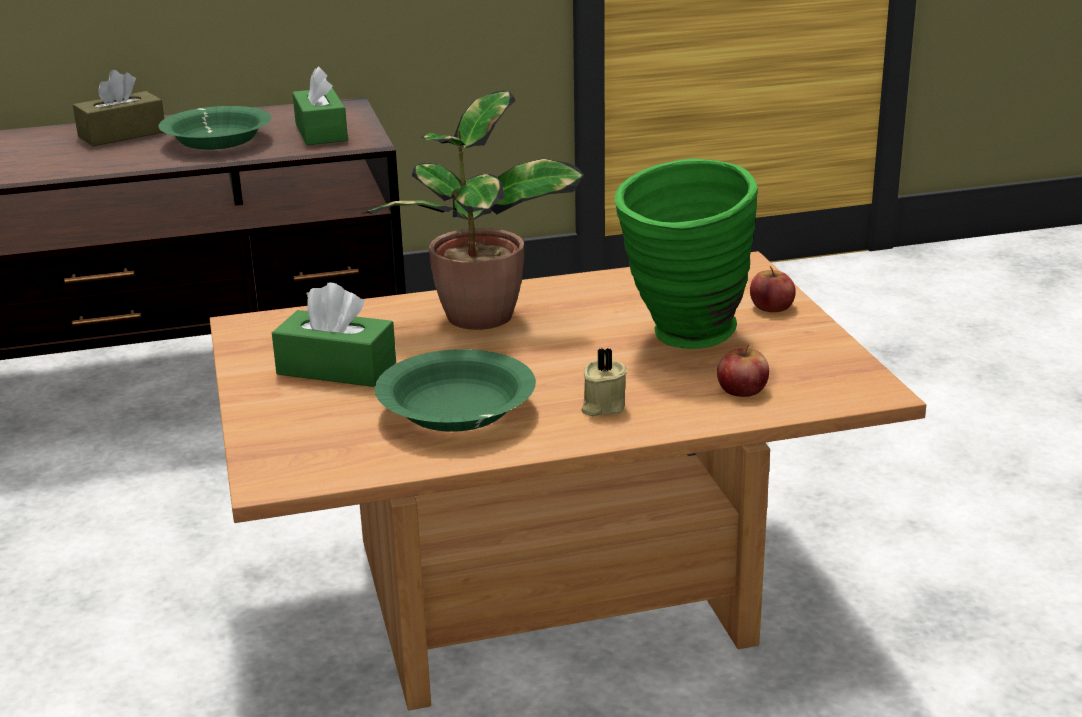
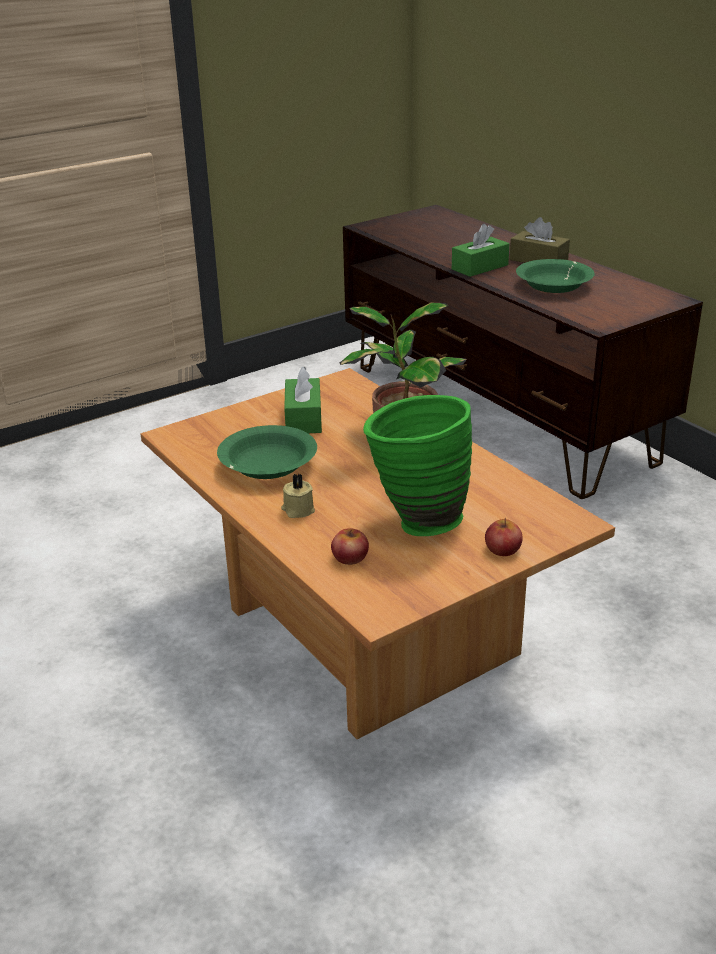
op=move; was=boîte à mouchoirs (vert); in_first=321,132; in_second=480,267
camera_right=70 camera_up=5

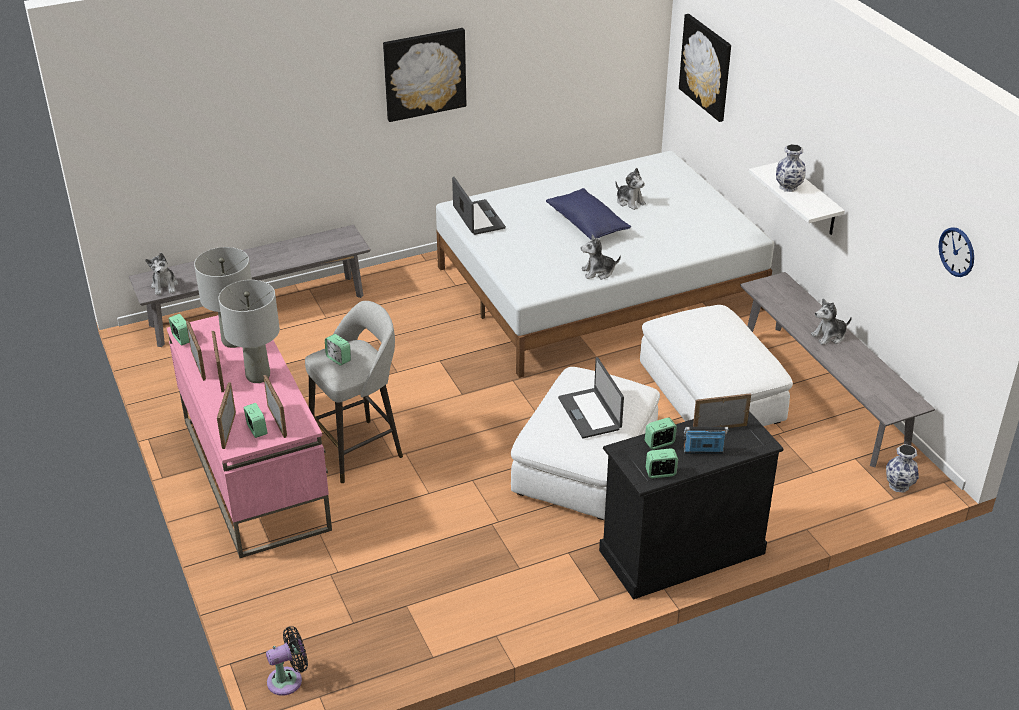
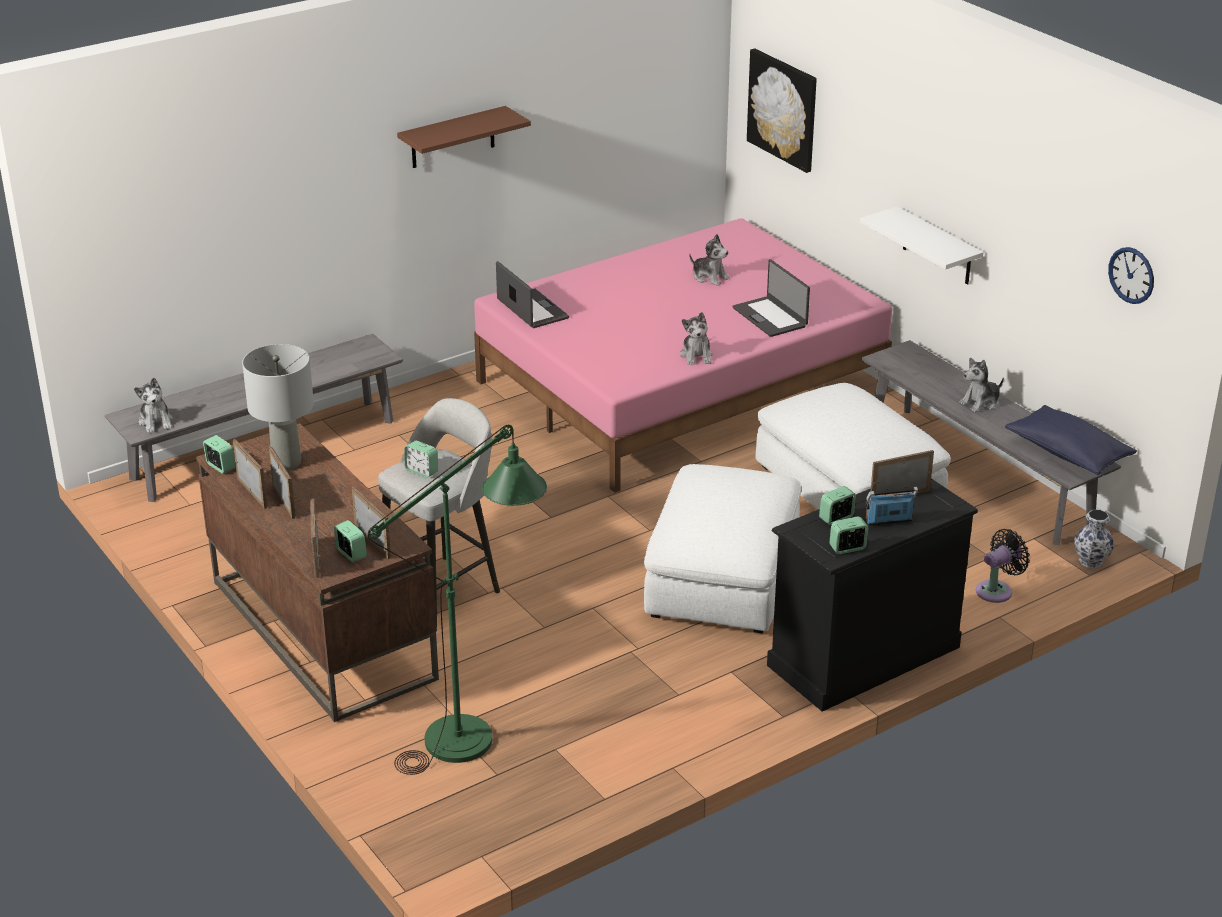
op=recolor; was=bureau (rose); now=bureau (marron); in_first=255,474; in_second=322,629
op=insert; now=lampadaire (vert); in_second=475,732
op=replace; was=tableau; now=étagère (marron); in_first=424,74; in_second=452,138
op=recolor; was=lit (blanc); now=lit (rose); in_first=599,287; in_second=681,386
op=rotate; was=peluche; in_first=598,272; in_second=696,355; clockwise=-75
op=move; was=ordinateur portable; in_first=590,413; in_second=770,317
op=move; was=ventilateur (noir); in_first=288,680; in_second=997,590
op=move; was=coussin (bleu); in_first=587,225; in_second=1068,454
op=delete; was=lampe de table (gris); in_first=258,376
op=delete; was=vase; in_first=788,187
camera_right=-10 camera_up=-5

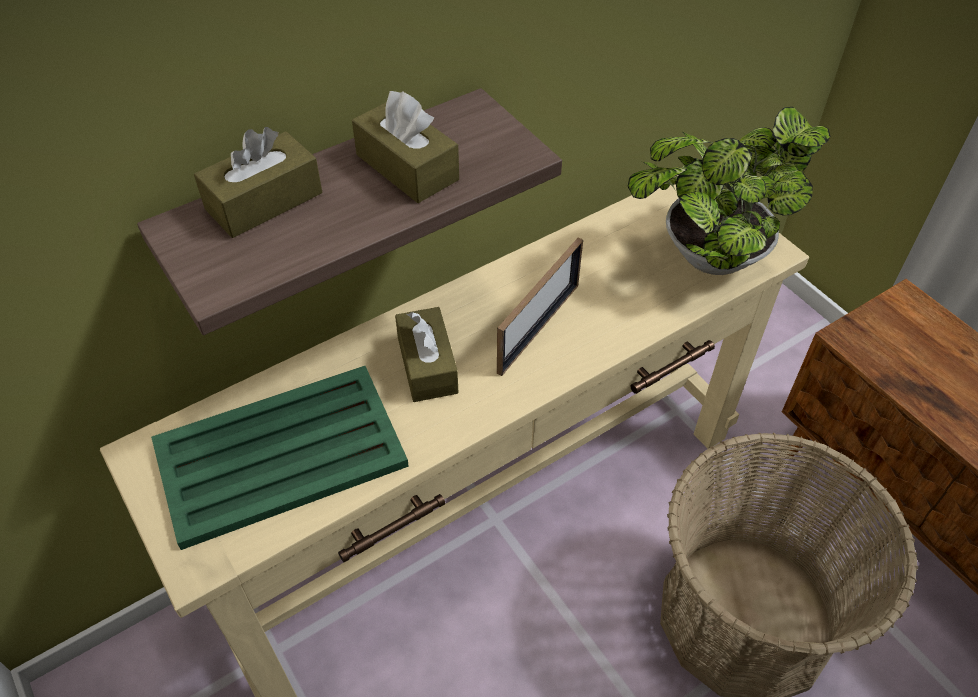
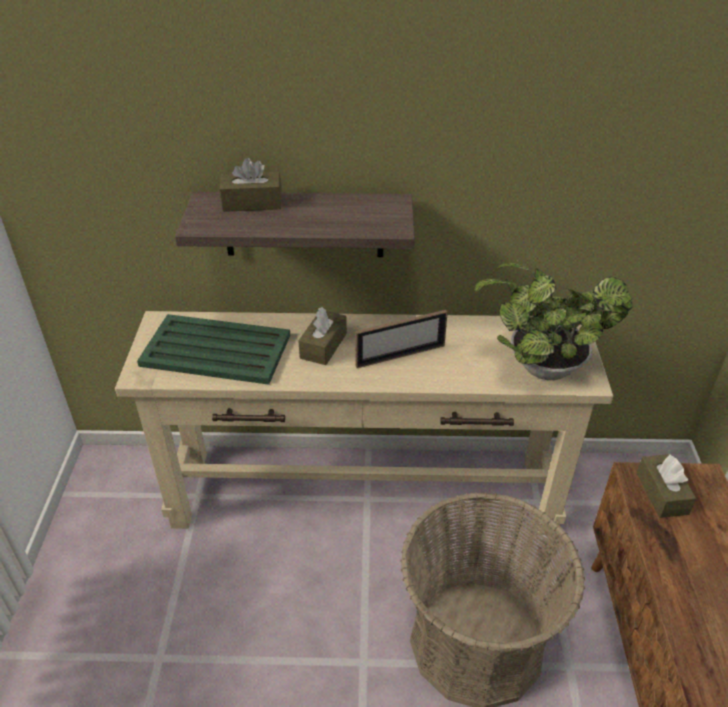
op=move; was=boîte à mouchoirs (marron); in_first=407,167; in_second=661,493
camera_right=35 camera_up=-10

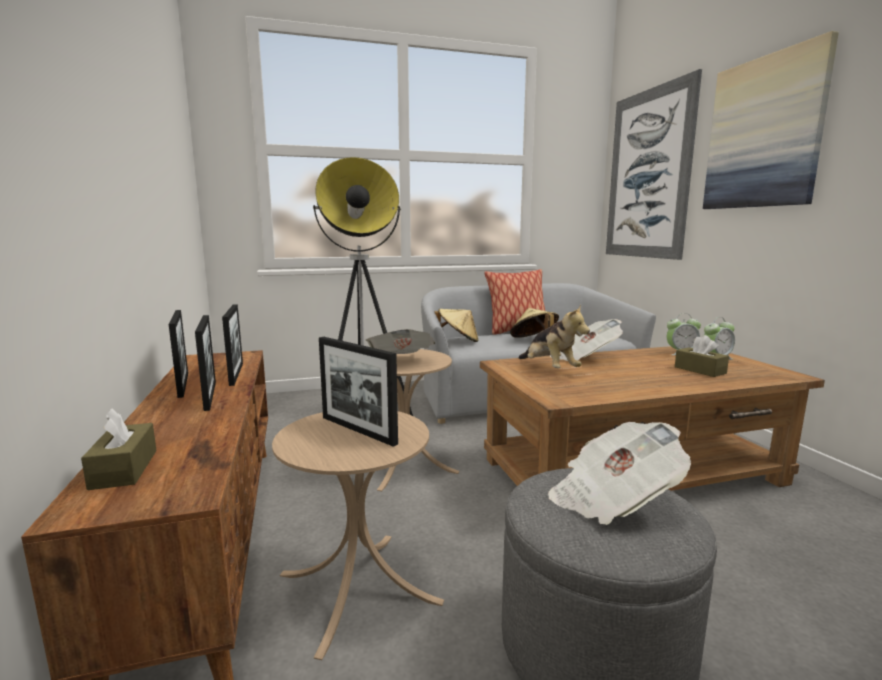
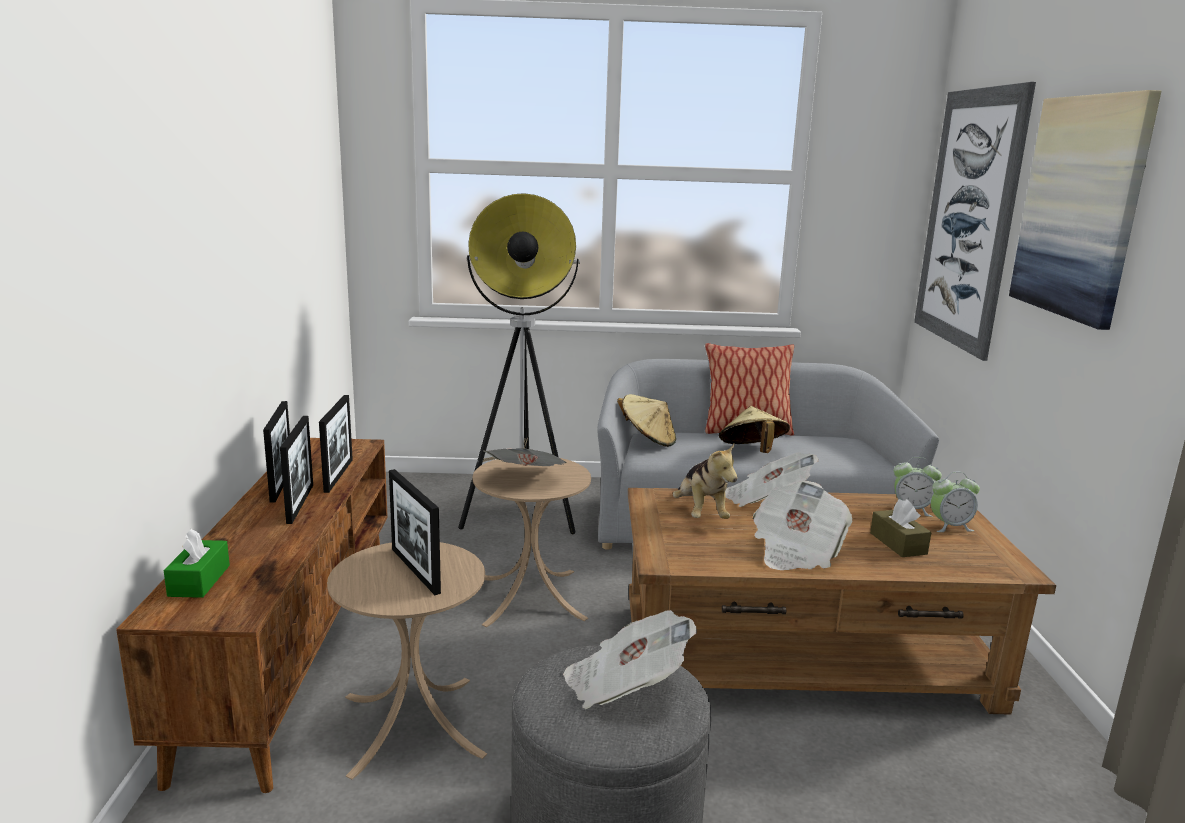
op=recolor; was=boîte à mouchoirs (marron); now=boîte à mouchoirs (vert); in_first=124,469; in_second=199,580
op=insert; now=journal; in_second=796,551
camera_right=15 camera_up=5

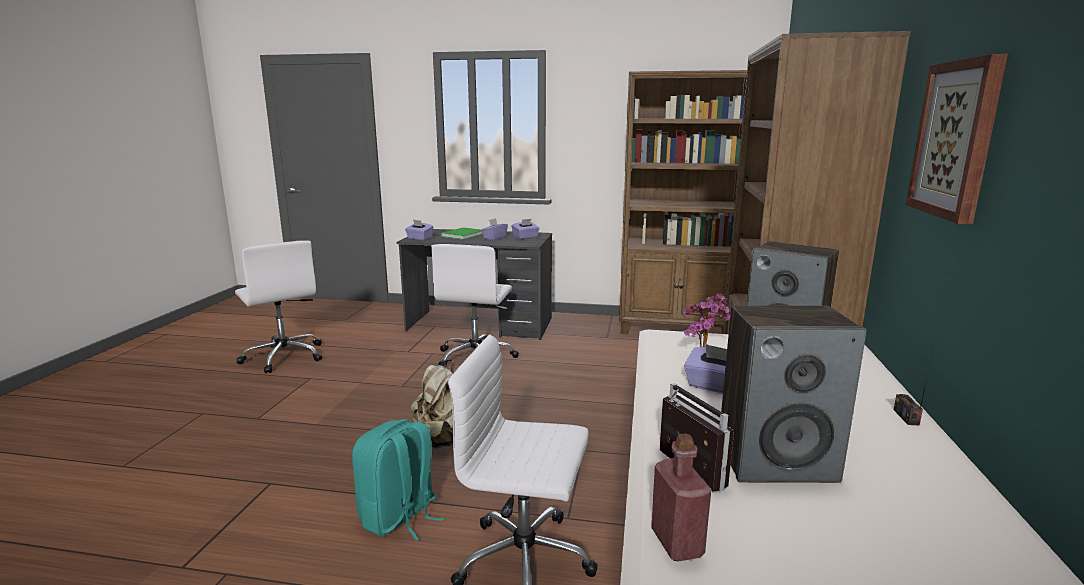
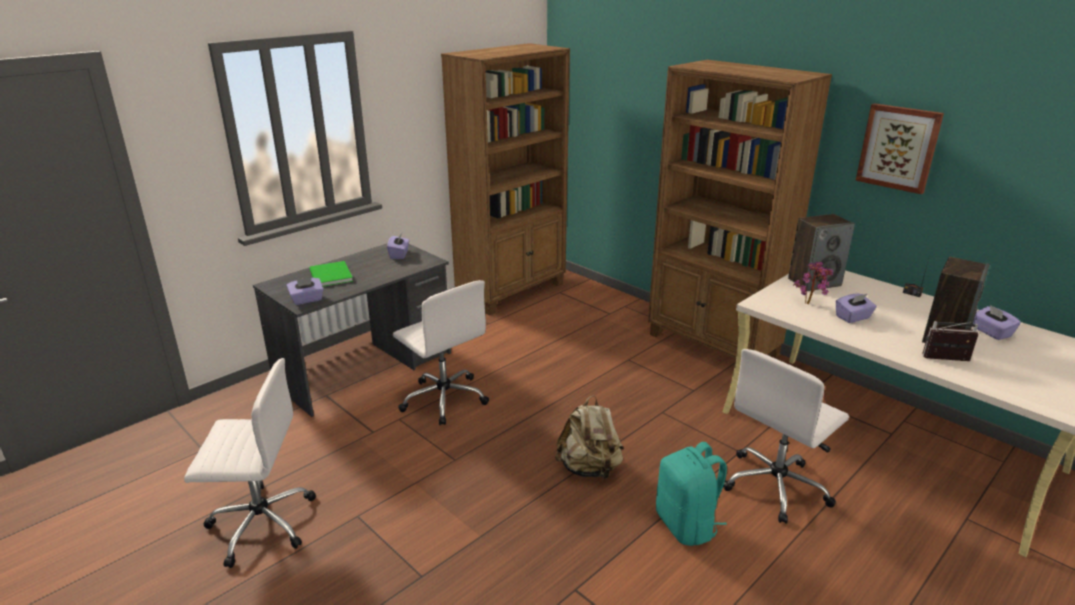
op=move; was=boîte à mouchoirs (violet); in_first=494,238; in_second=991,332
op=delete; was=bouteille (rouge); in_first=677,543
camera_right=-55 camera_up=10

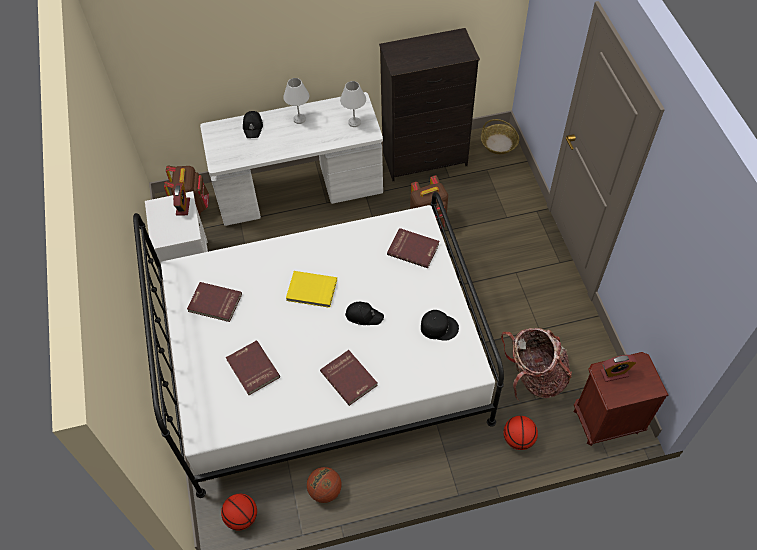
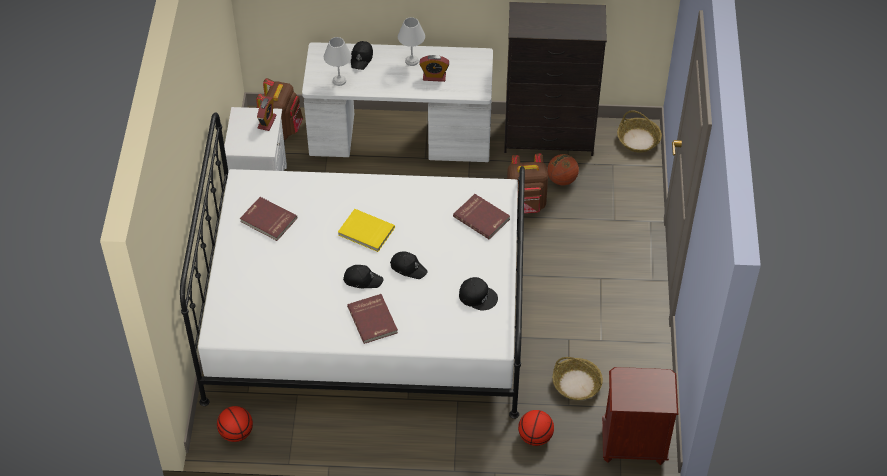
op=move; was=lampe de table (blanc); in_first=353,122; in_second=338,81
op=insert; now=casquette (noir); in_second=362,279
op=move; was=réveil; in_first=614,373; in_second=434,77
op=move; was=ballon de basket; in_first=325,490; in_second=562,180
op=replace; was=sac à dos; now=panier; in_first=534,377; in_second=576,384
op=delete; was=livre (rouge); in_first=252,369
camera_right=15 camera_up=-5

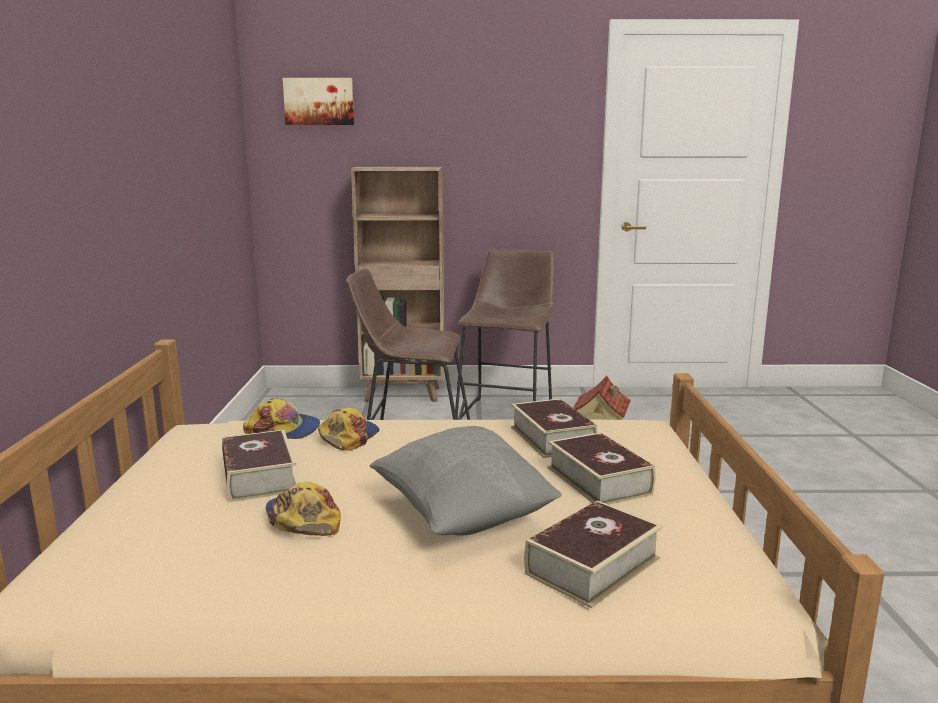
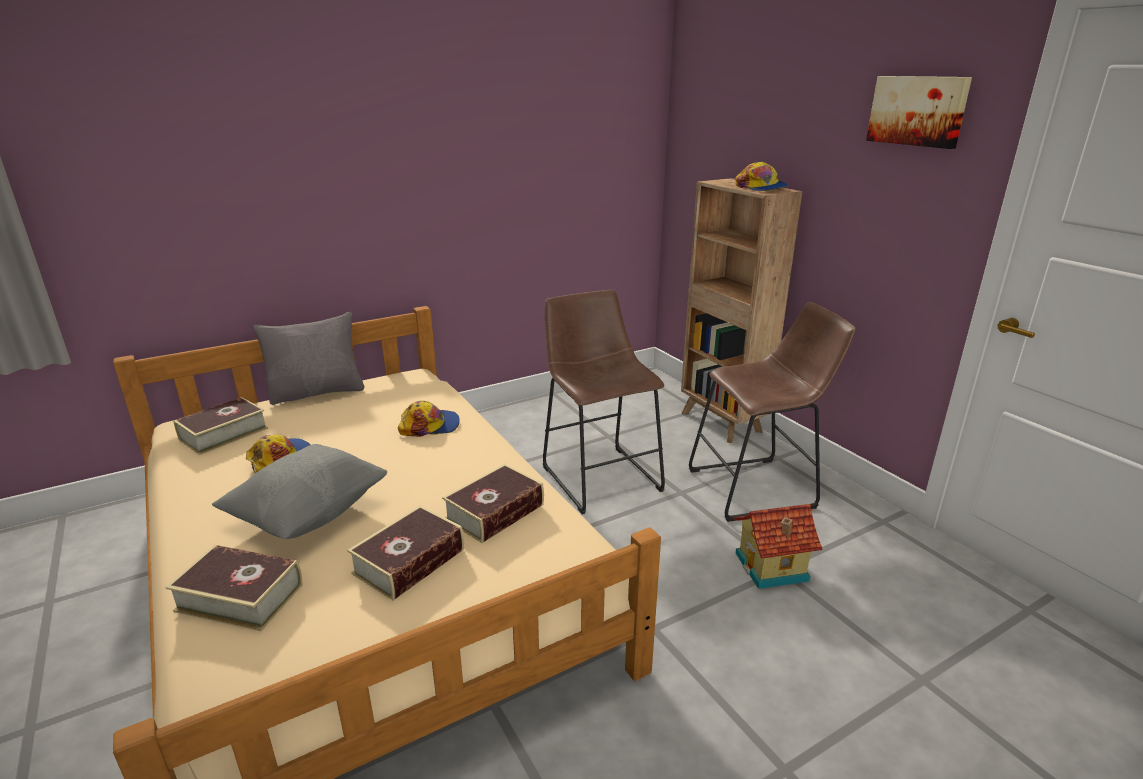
op=move; was=livre; in_first=259,477; in_second=223,434
op=insert; now=coussin (gris); in_second=318,392
op=move; was=casquette; in_first=284,430; in_second=761,188
op=move; was=tableau; in_first=319,101; in_second=918,111
camera_right=60 camera_up=10

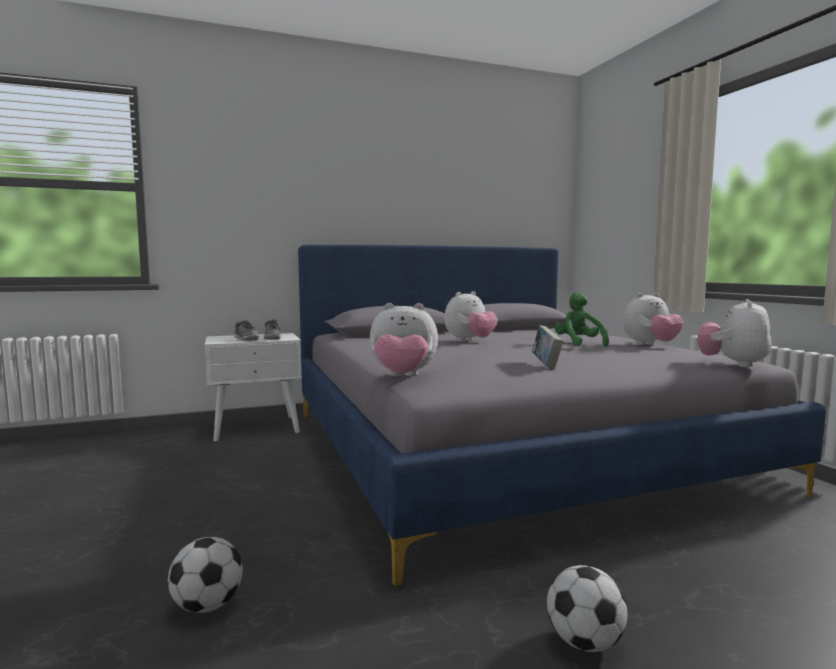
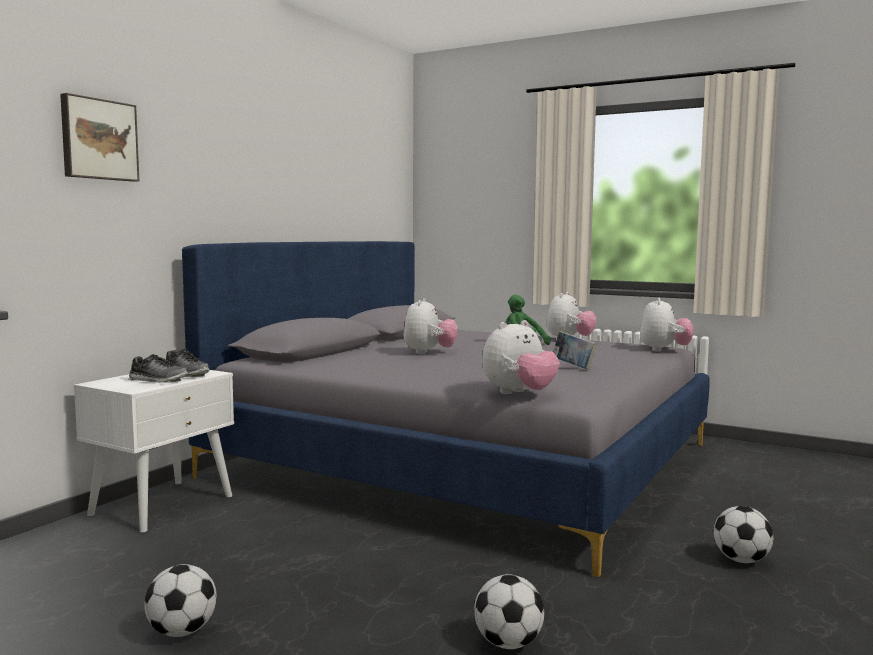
op=insert; now=tableau; in_second=98,139
op=insert; now=ballon de foot; in_second=182,632
op=rotate; was=peluche; in_first=732,364; in_second=664,350; clockwise=-150
camera_right=-40 camera_up=0

